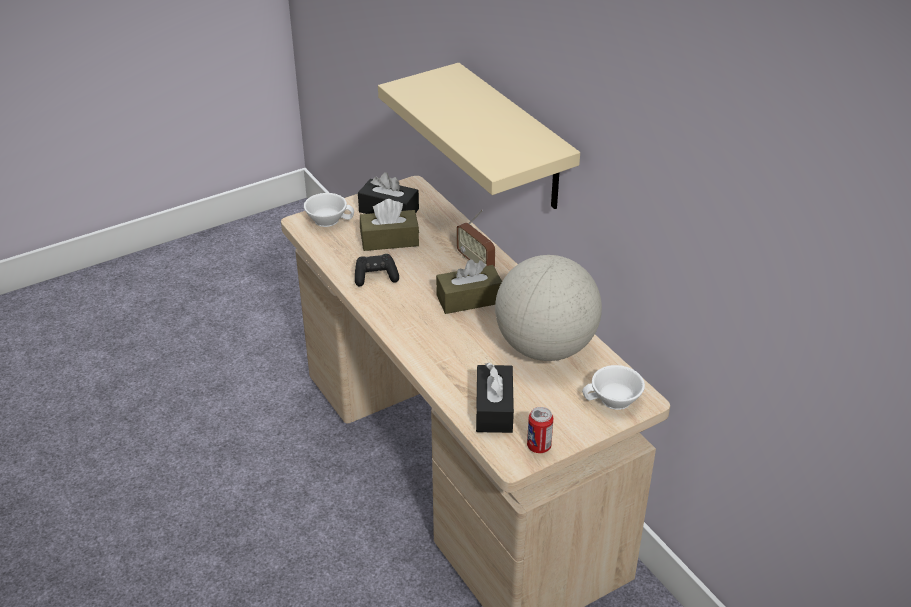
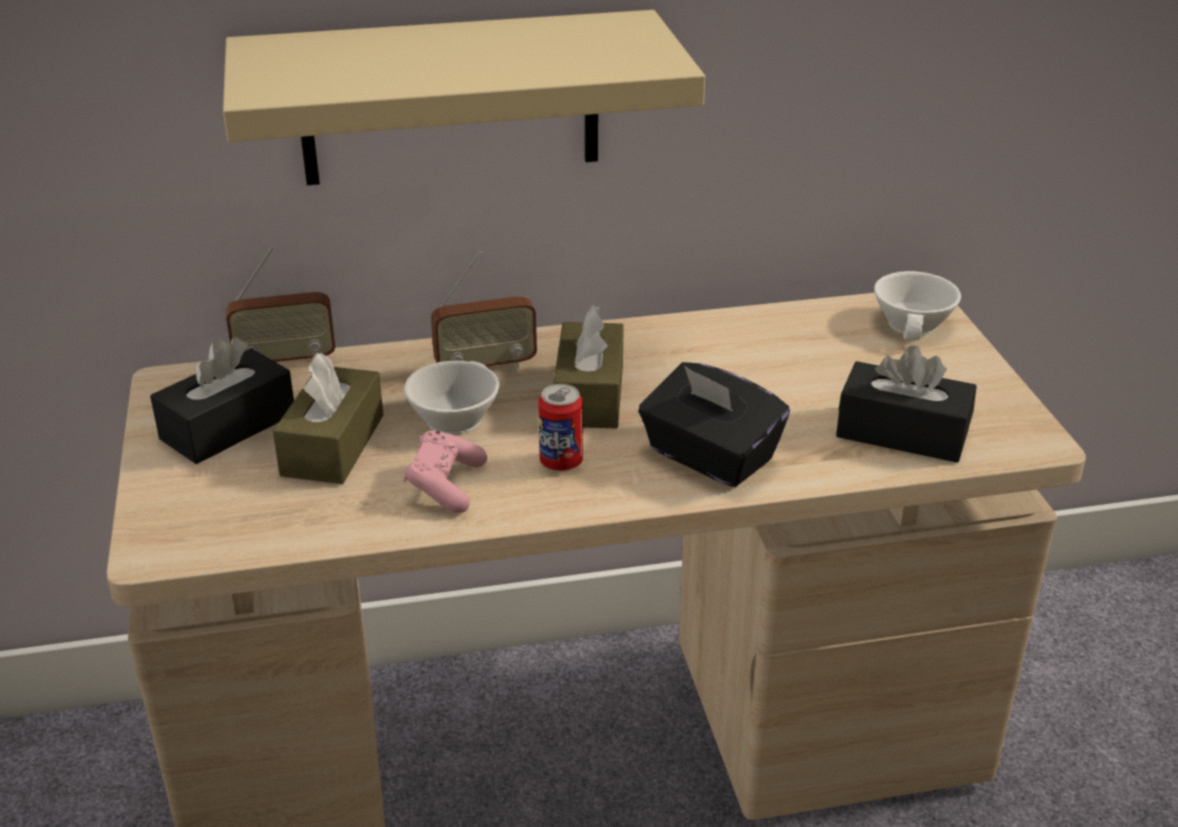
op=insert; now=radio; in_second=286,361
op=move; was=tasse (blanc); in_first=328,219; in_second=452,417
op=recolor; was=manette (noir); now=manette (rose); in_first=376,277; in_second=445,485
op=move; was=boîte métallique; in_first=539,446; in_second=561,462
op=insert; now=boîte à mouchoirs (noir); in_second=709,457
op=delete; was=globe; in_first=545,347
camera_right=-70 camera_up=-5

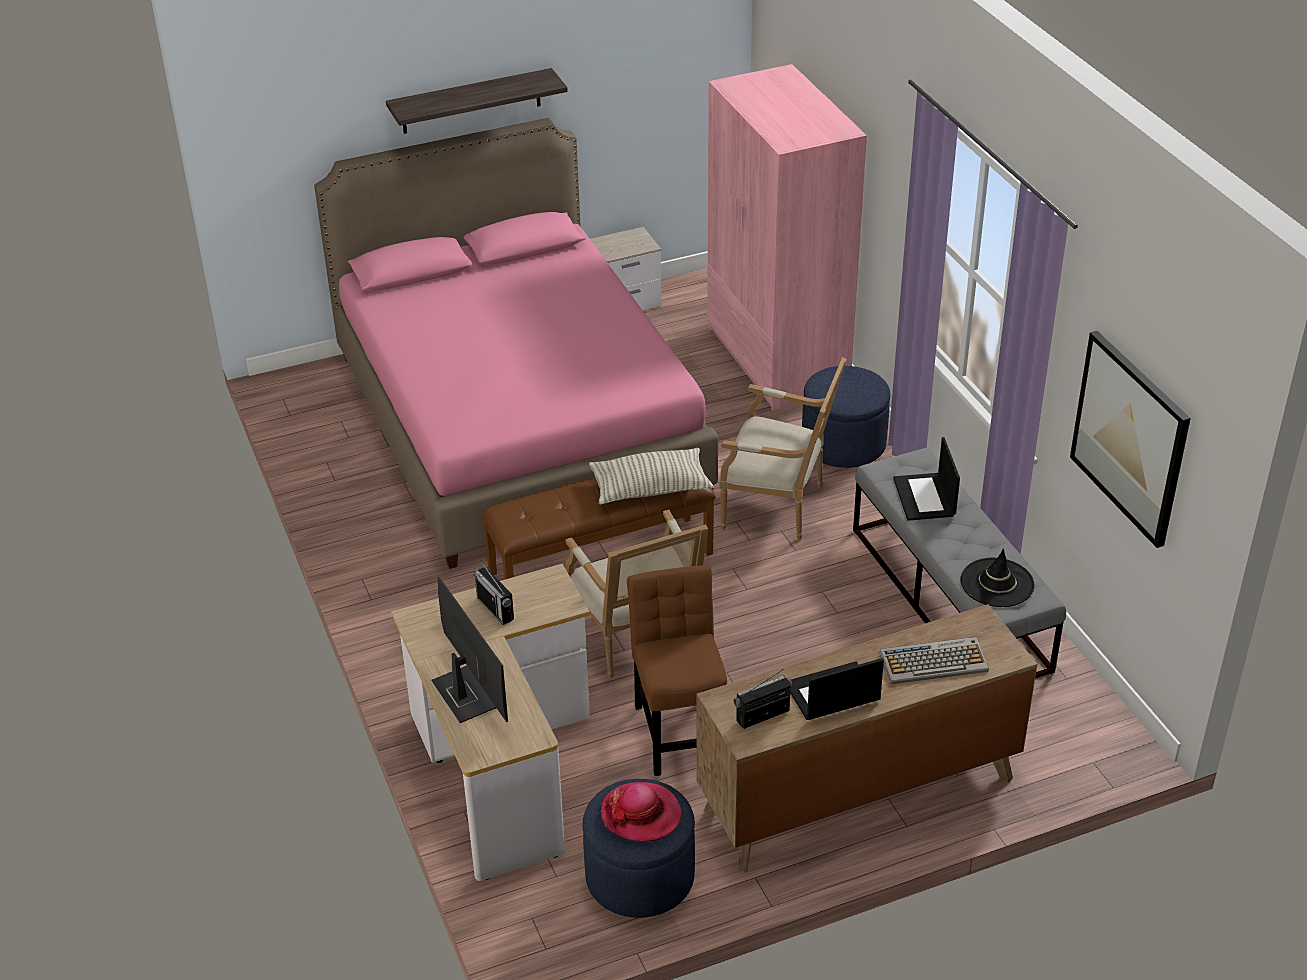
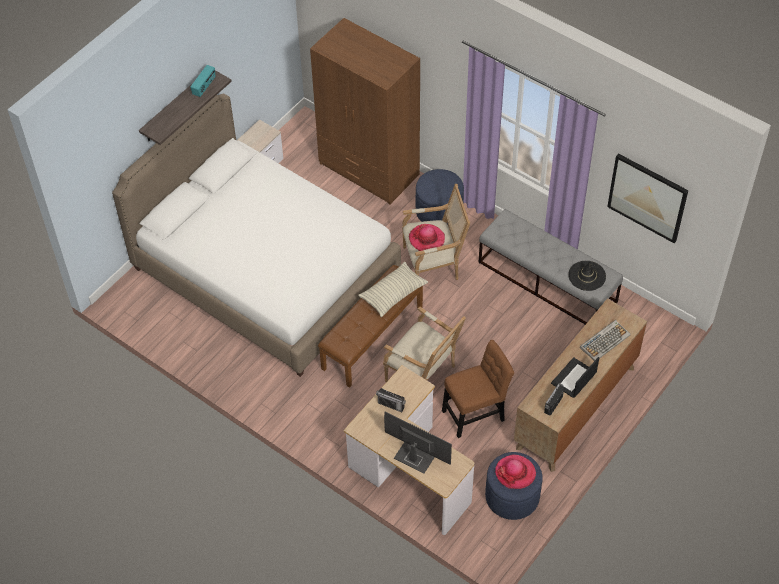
op=recolor; was=lit (rose); now=lit (blanc); in_first=518,424; in_second=265,271
op=insert; now=radio; in_second=204,87
op=recolor; was=armoire (rose); now=armoire (marron); in_first=776,359; in_second=369,170
op=insert; now=chapeau; in_second=427,239
op=rotate; was=chaise (marron); in_first=679,730; in_second=476,413; clockwise=105
op=delete; was=ordinateur portable; in_first=925,497
camera_right=-30 camera_up=15

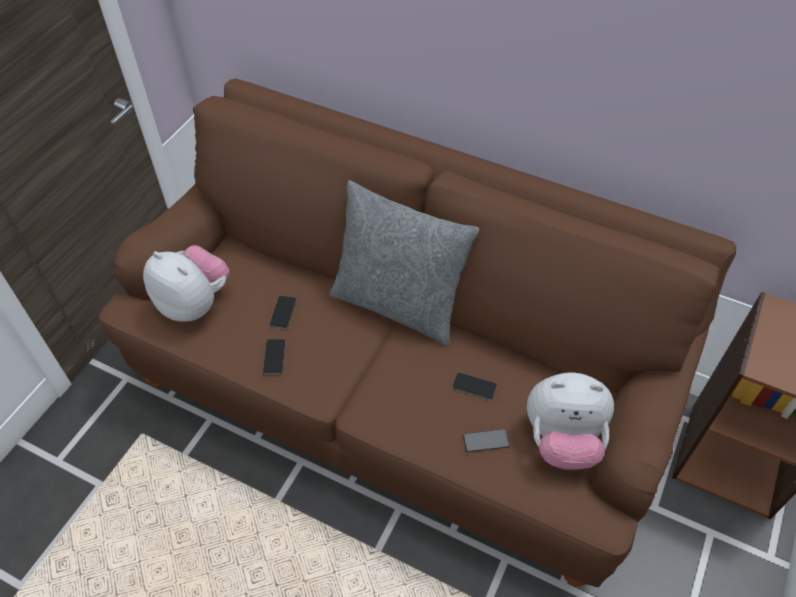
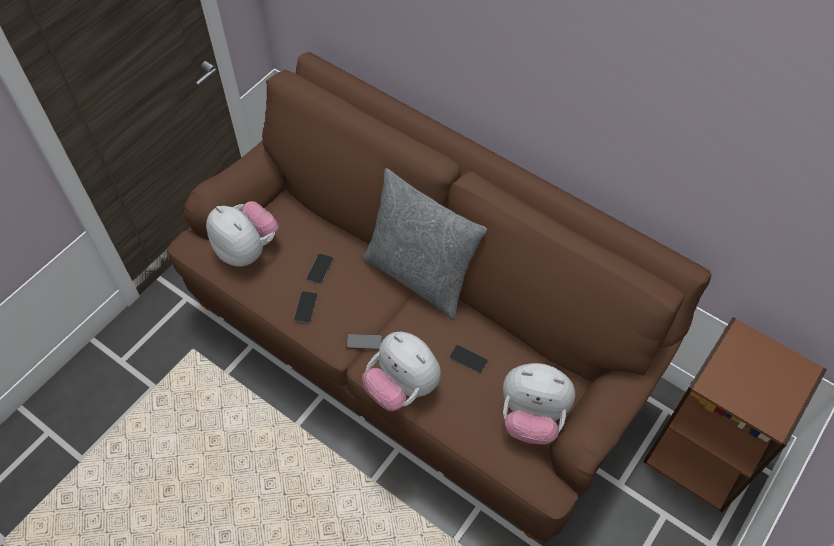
op=move; was=téléphone; in_first=486,441; in_second=364,342
op=insert; now=peluche; in_second=402,387
camera_right=10 camera_up=5

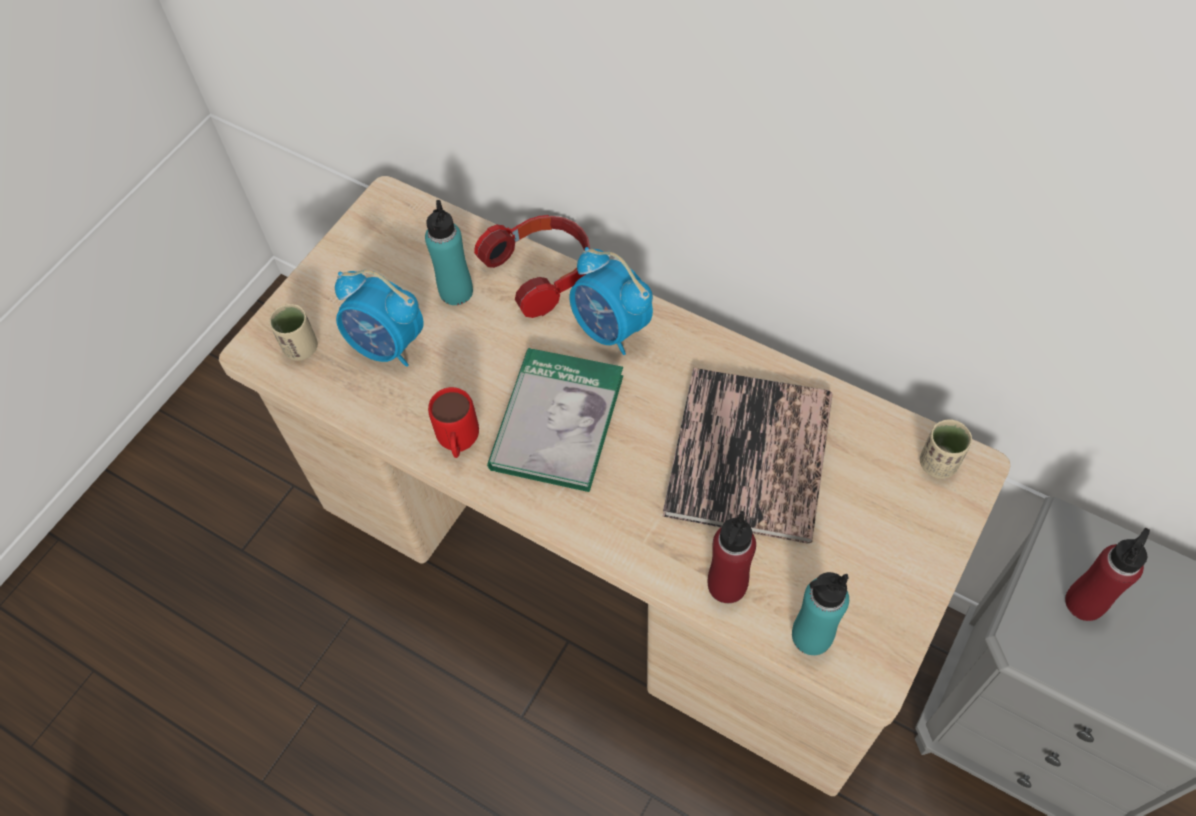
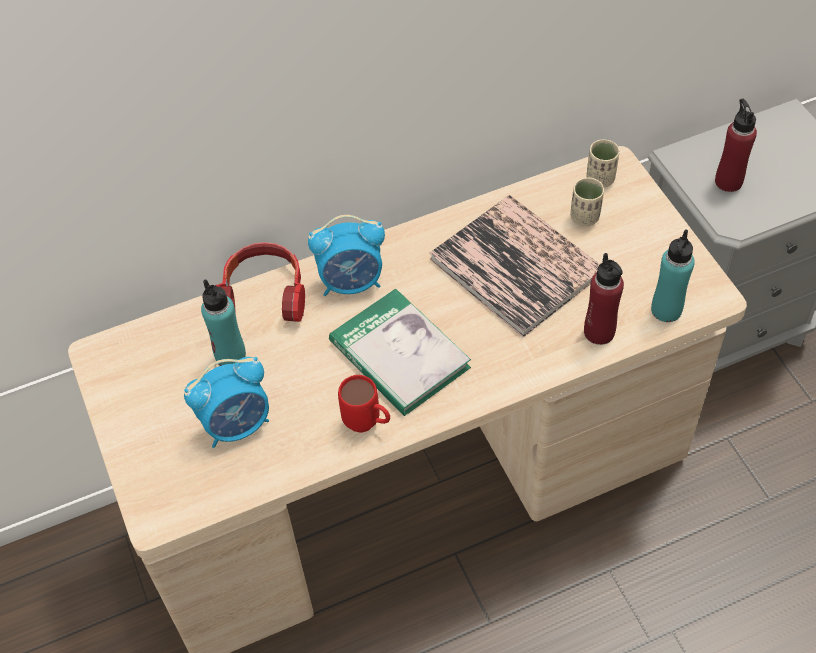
op=move; was=tasse (beige); in_first=301,348; in_second=585,217
camera_right=-55 camera_up=-5

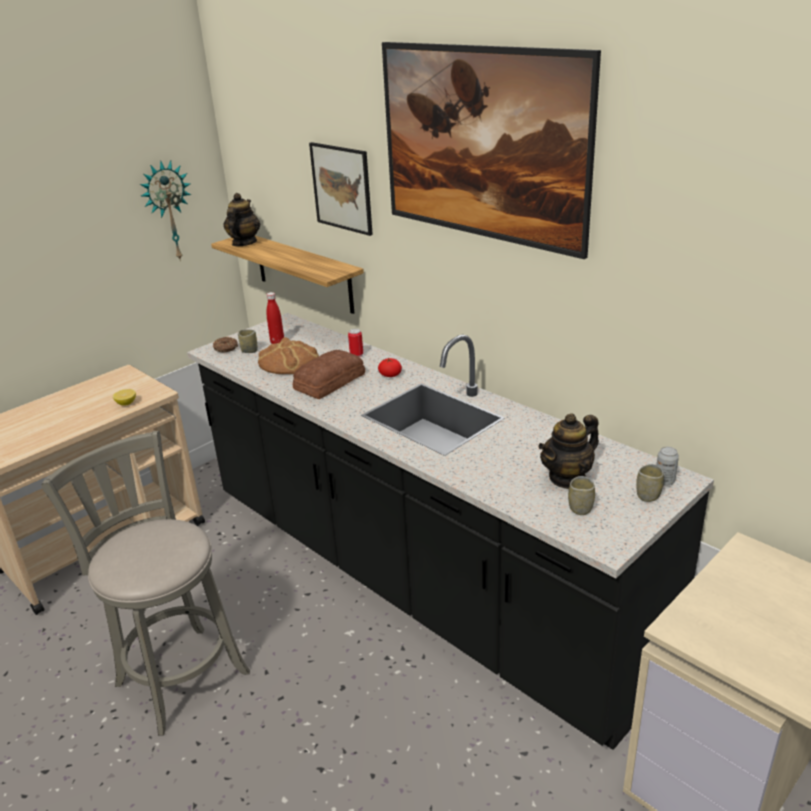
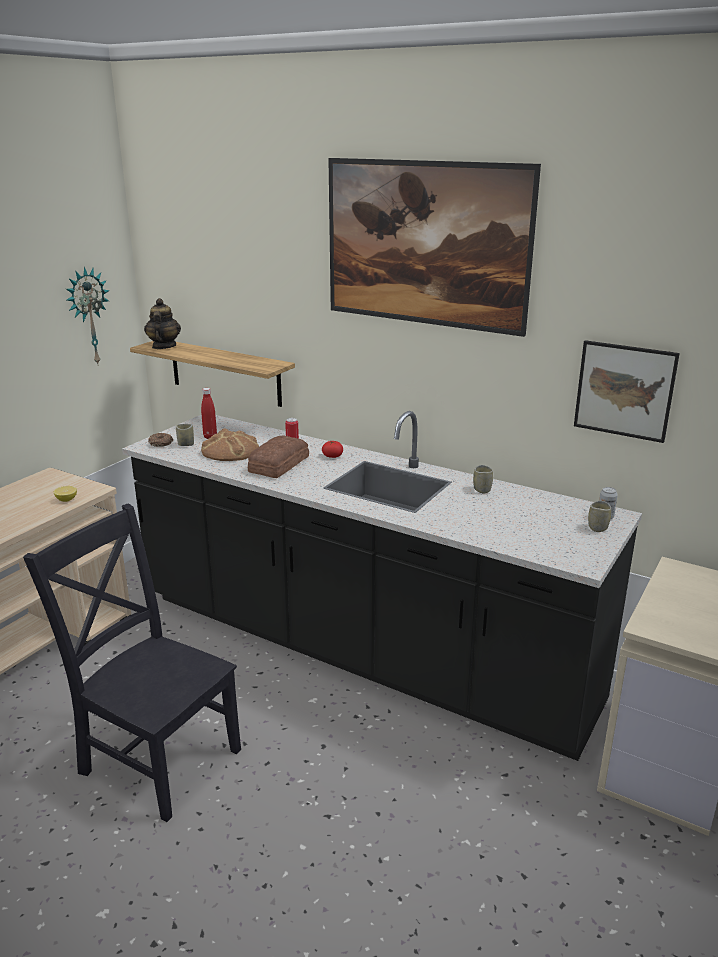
op=replace; was=tabouret (gris); now=chaise (noir); in_first=179,674; in_second=156,757
op=move; was=tasse; in_first=580,508; in_second=482,490
op=move; was=tableau; in_first=342,188; in_second=624,390
op=delete; was=théière; in_first=567,478
camera_right=-15 camera_up=-5

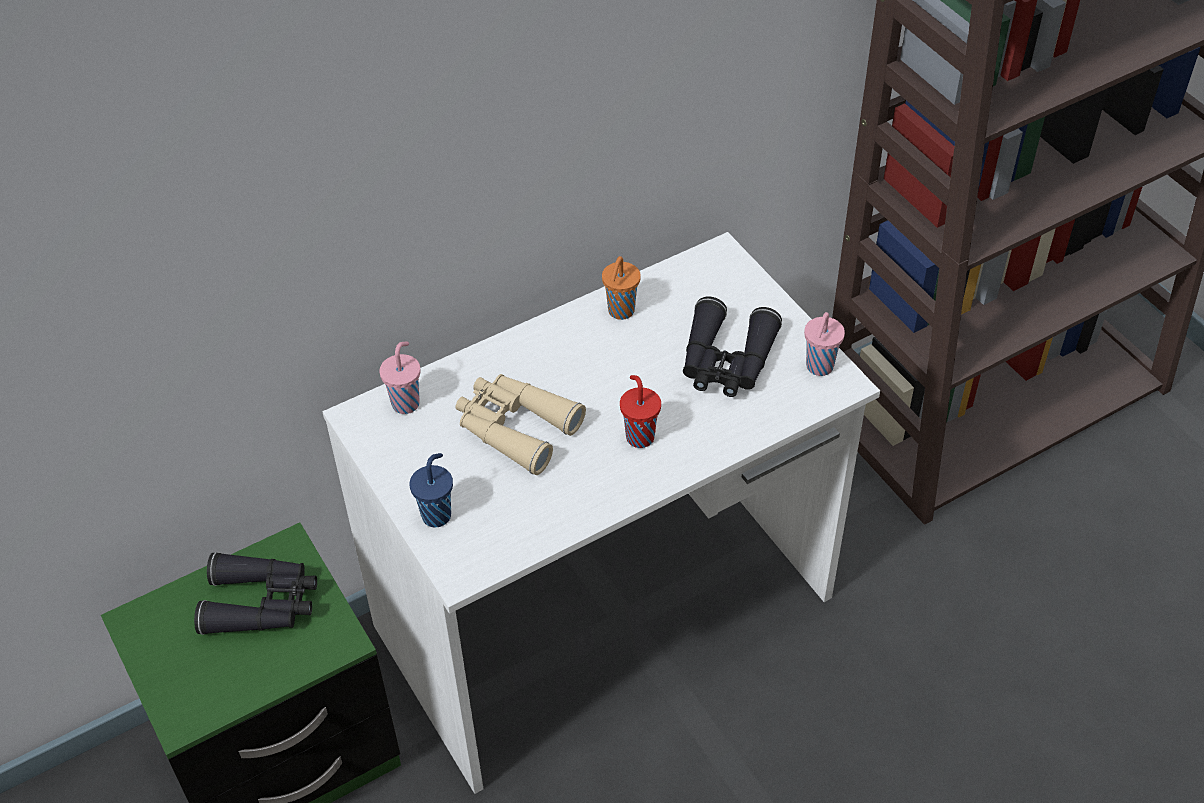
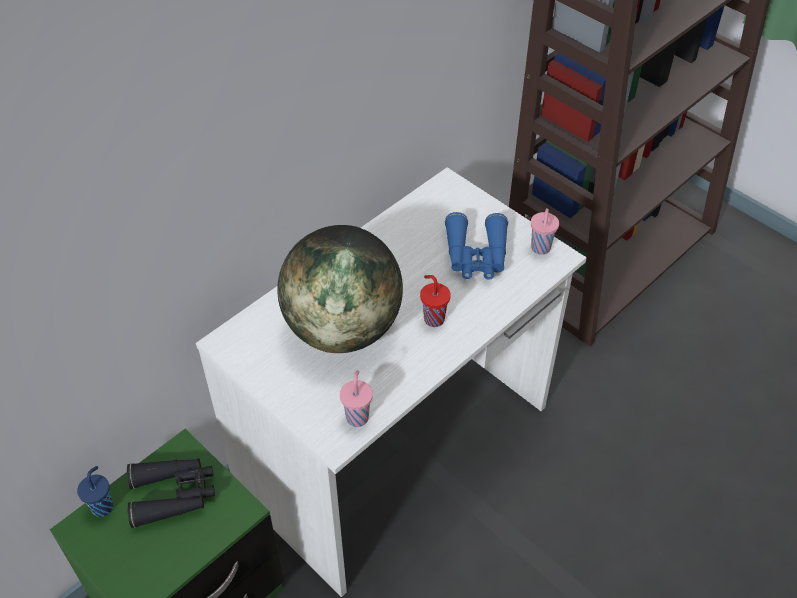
op=move; was=tasse (bleu); in_first=437,514; in_second=103,506
op=replace; was=jumelles (beige); now=globe; in_first=515,428; in_second=342,329
op=move; was=tasse (rose); in_first=406,402; in_second=357,416
op=recolor; was=jumelles (noir); now=jumelles (bleu); in_first=726,362; in_second=476,256
op=delete; was=tasse (orange); in_first=620,312
camera_right=-15 camera_up=0

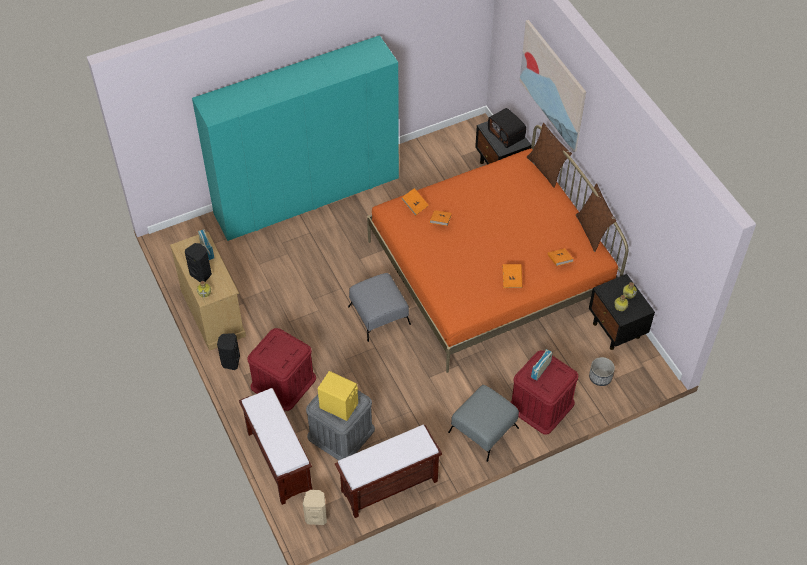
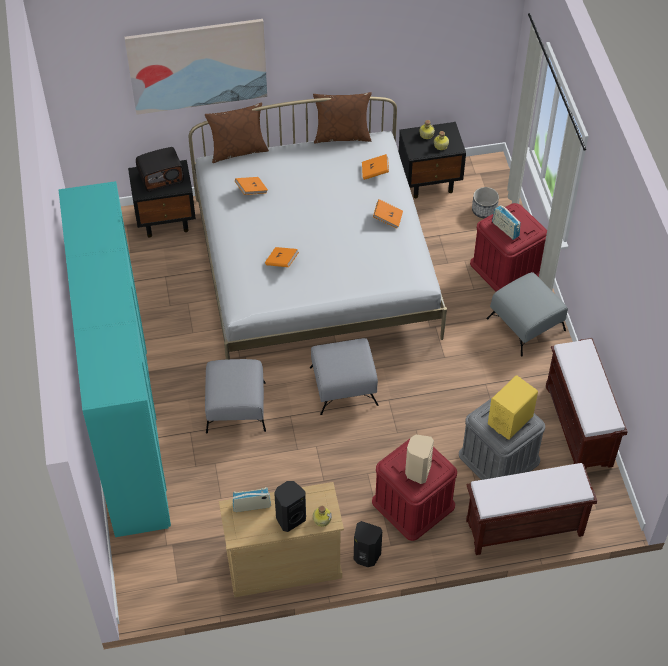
op=recolor; was=lit (orange); now=lit (blanc); in_first=490,271; in_second=315,267
op=insert; now=pouf (gris); in_second=236,406
op=move; was=livre (orange); in_first=415,205; in_second=251,190
op=move; was=enceinte (beige); in_first=316,516; in_second=417,471
camera_right=-75 camera_up=0

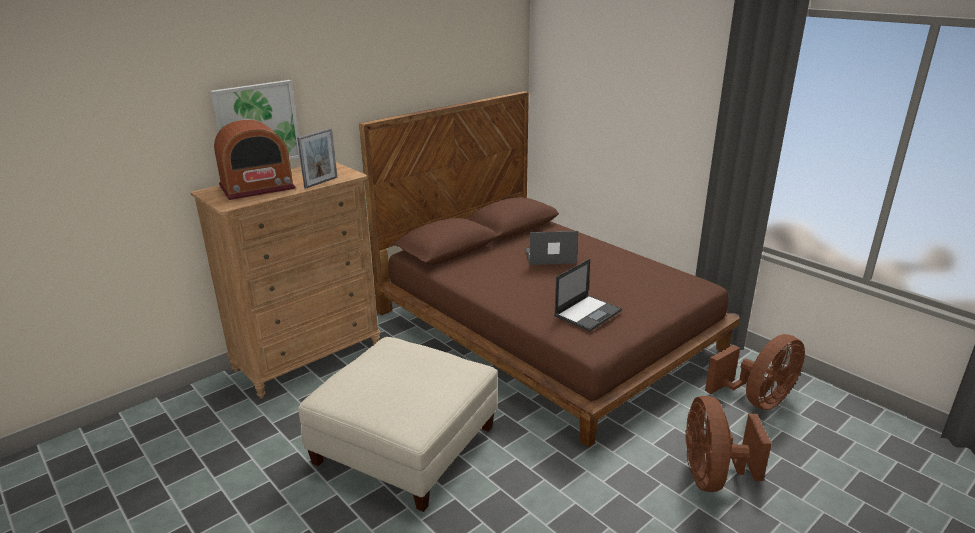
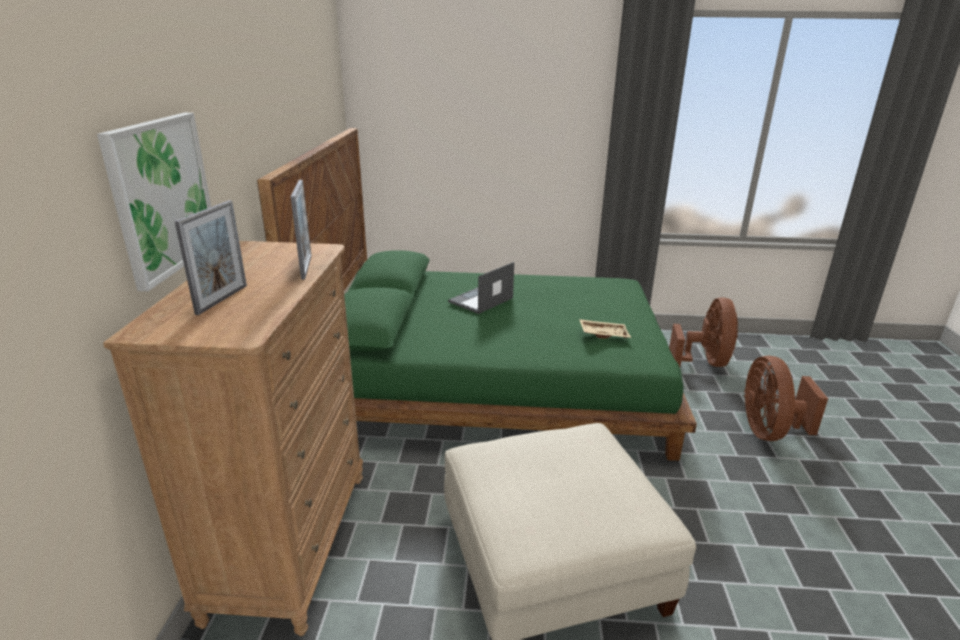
op=replace; was=radio; now=cadre photo; in_first=257,187; in_second=222,299
op=recolor; was=lit (marron); now=lit (vert); in_first=547,329; in_second=495,379
op=replace; was=ordinateur portable; now=plateau (beige); in_first=588,313; in_second=603,334
op=rotate; was=ventilateur (marron); in_first=712,476; in_second=769,431; clockwise=45
camera_right=-45 camera_up=0

